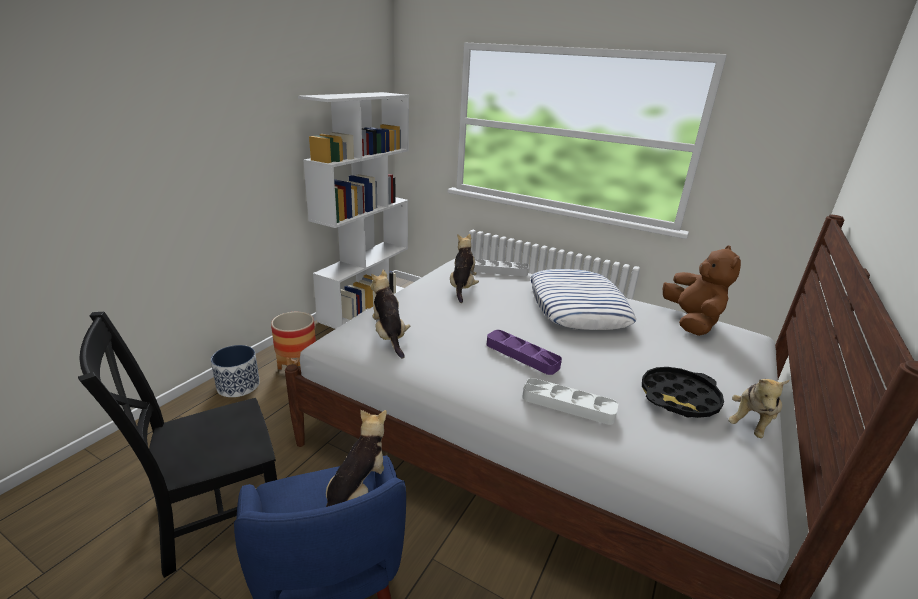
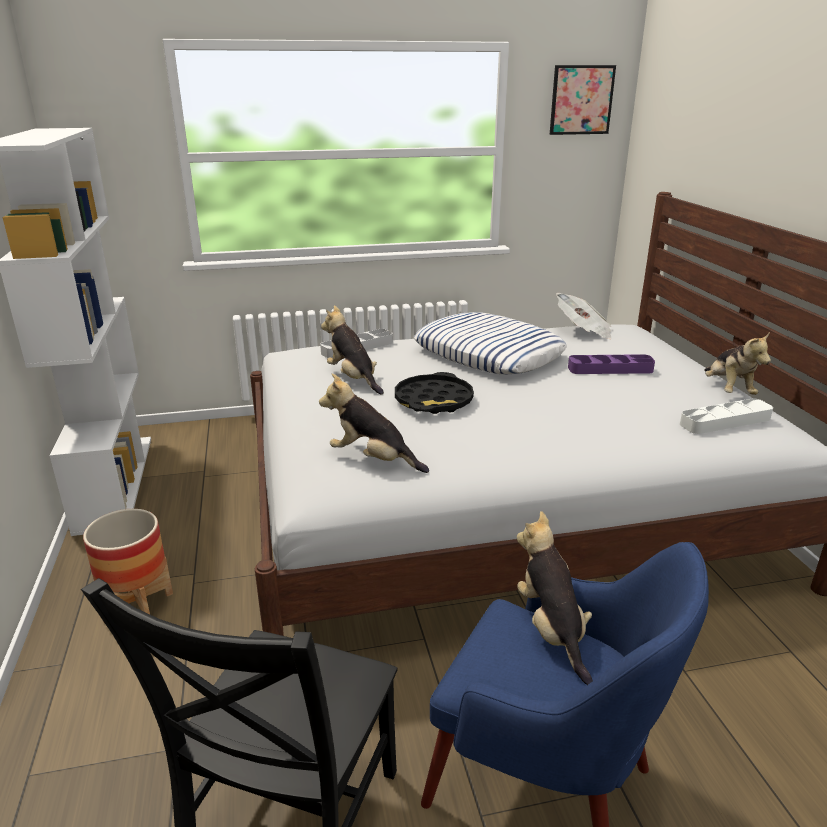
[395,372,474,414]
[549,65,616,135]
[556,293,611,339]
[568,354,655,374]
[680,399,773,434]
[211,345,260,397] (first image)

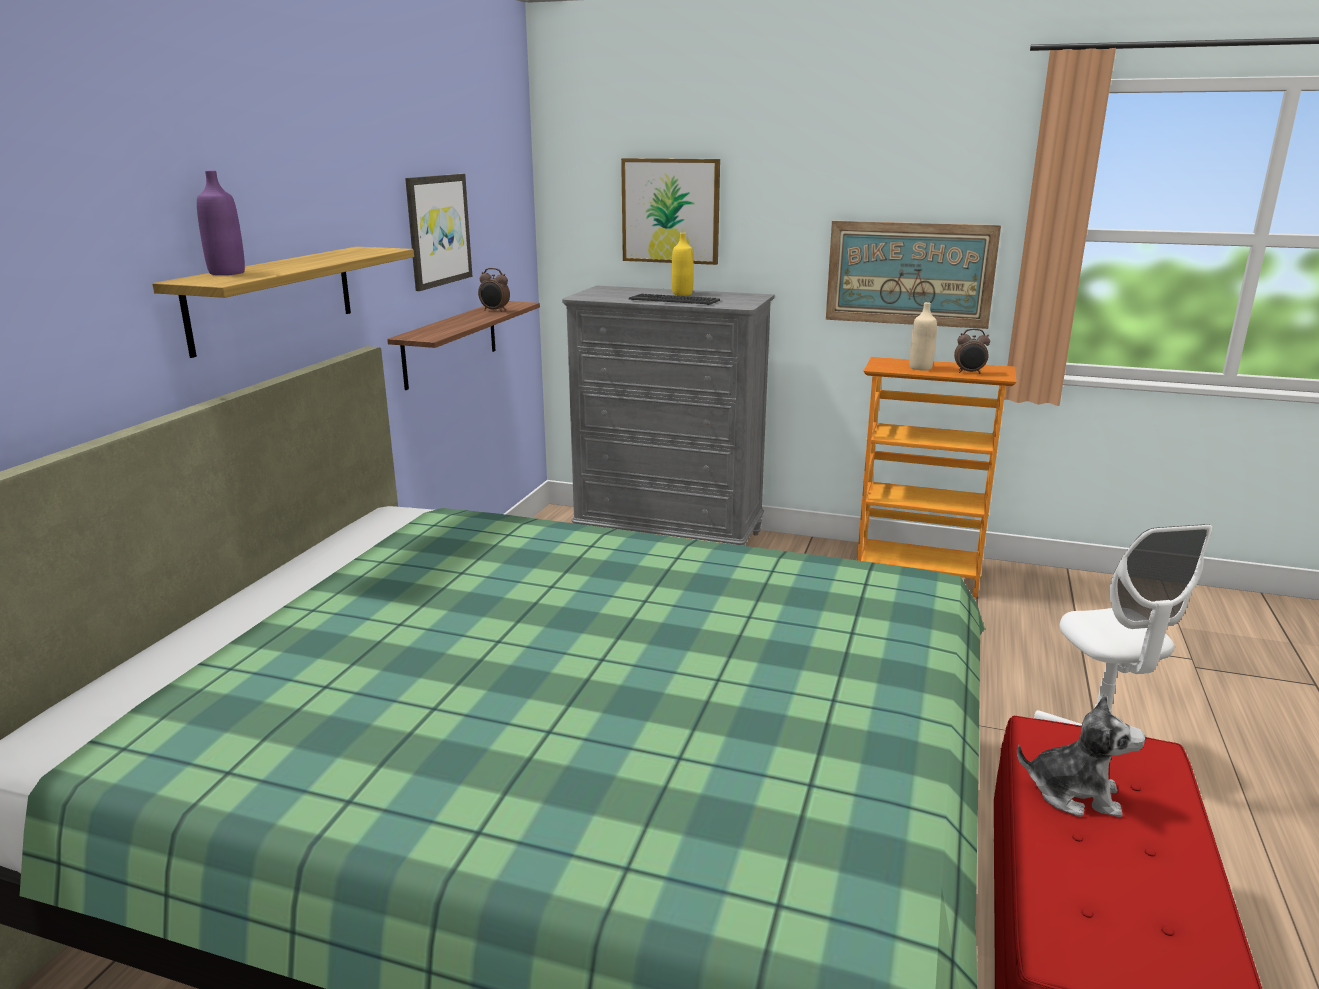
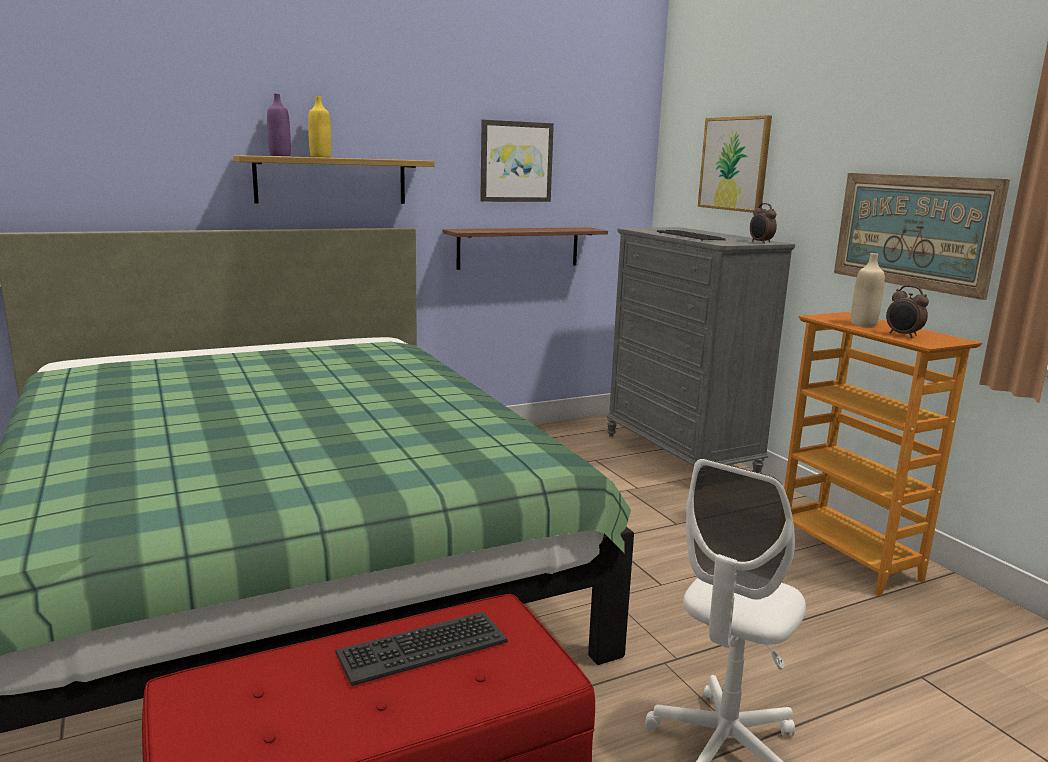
[308,96,331,157]
[335,612,508,686]
[750,203,777,244]

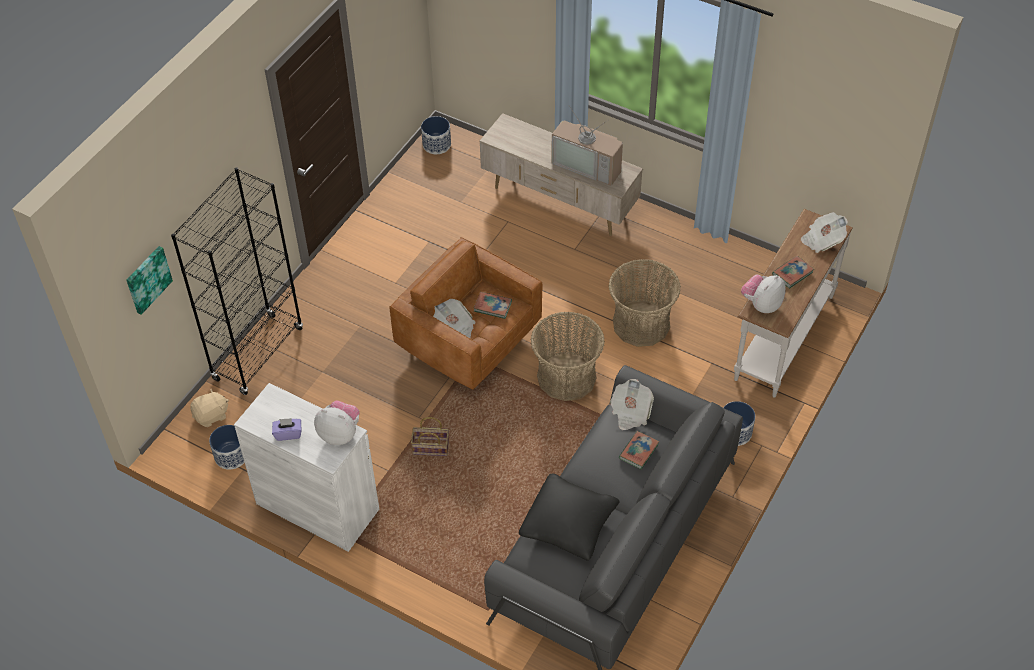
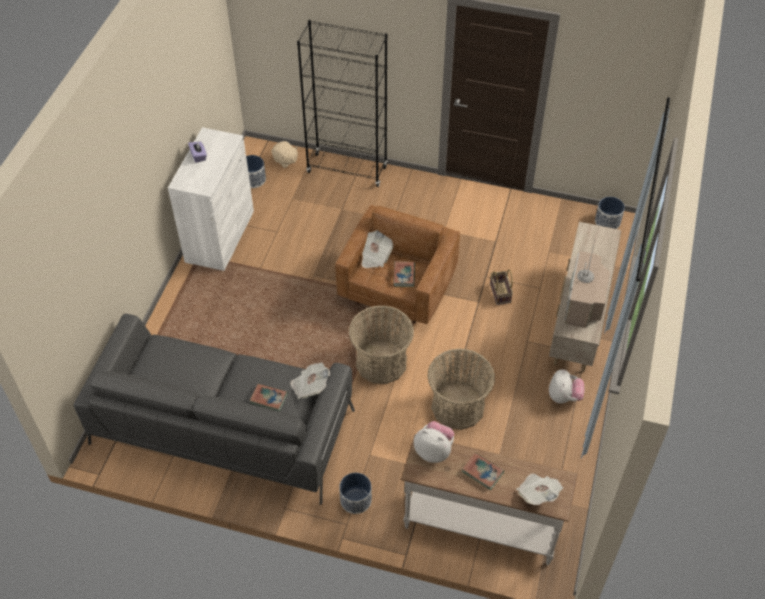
[490,269,513,305]
[549,369,584,403]
[126,246,173,315] (first image)
[519,474,620,561] (first image)

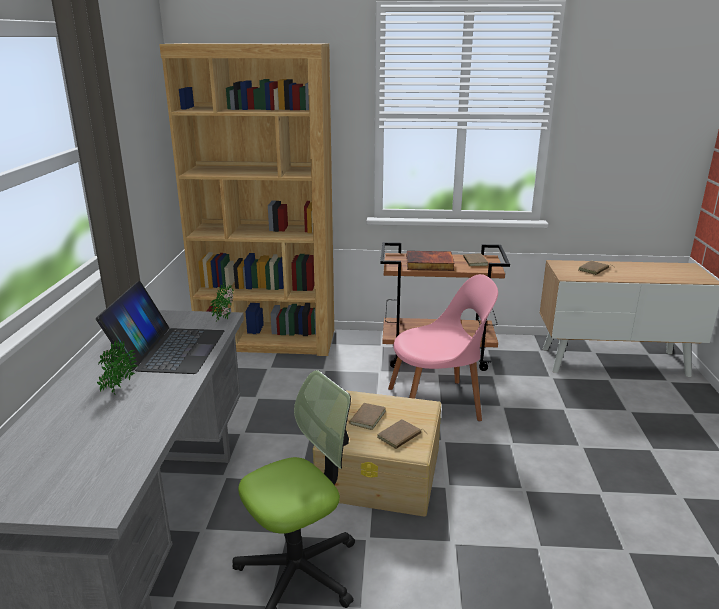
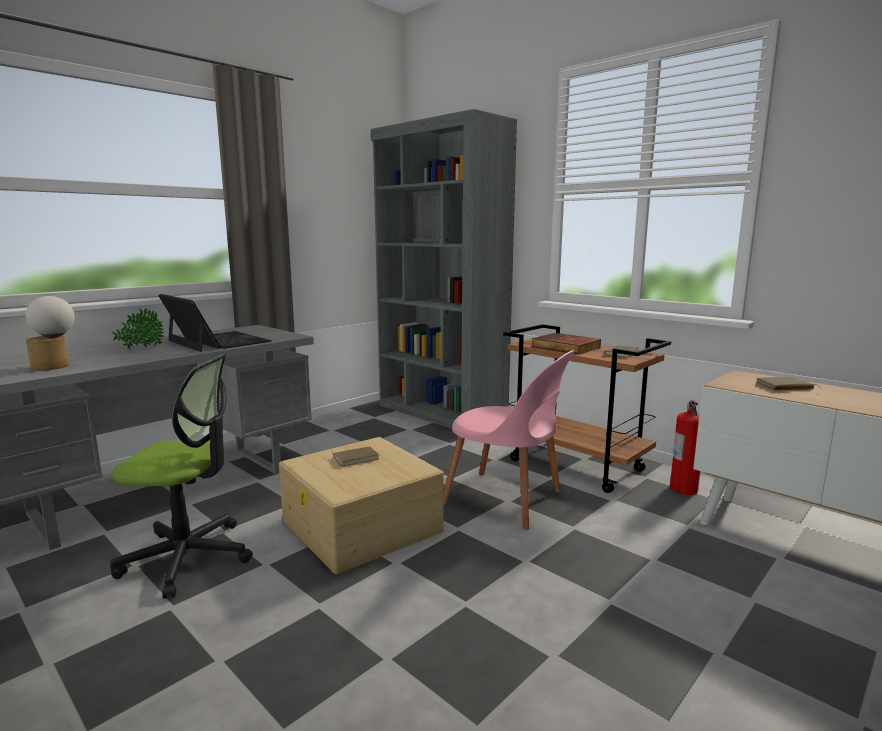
[26,296,75,371]
[158,294,271,352]
[371,109,517,429]
[670,400,700,495]
[210,283,234,322] (first image)
[377,419,427,449] (first image)

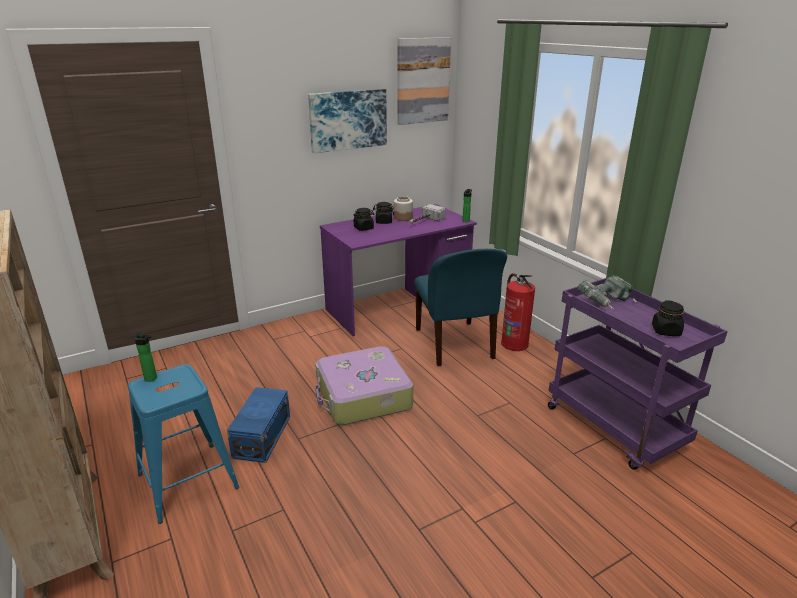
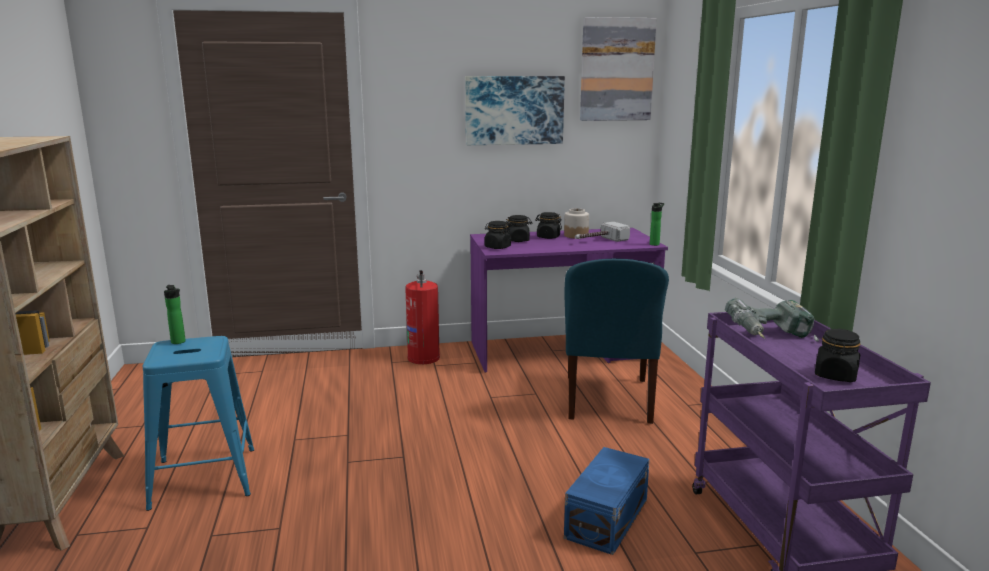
[405,270,440,364]
[485,221,511,249]
[564,447,650,555]
[315,346,413,425] (first image)

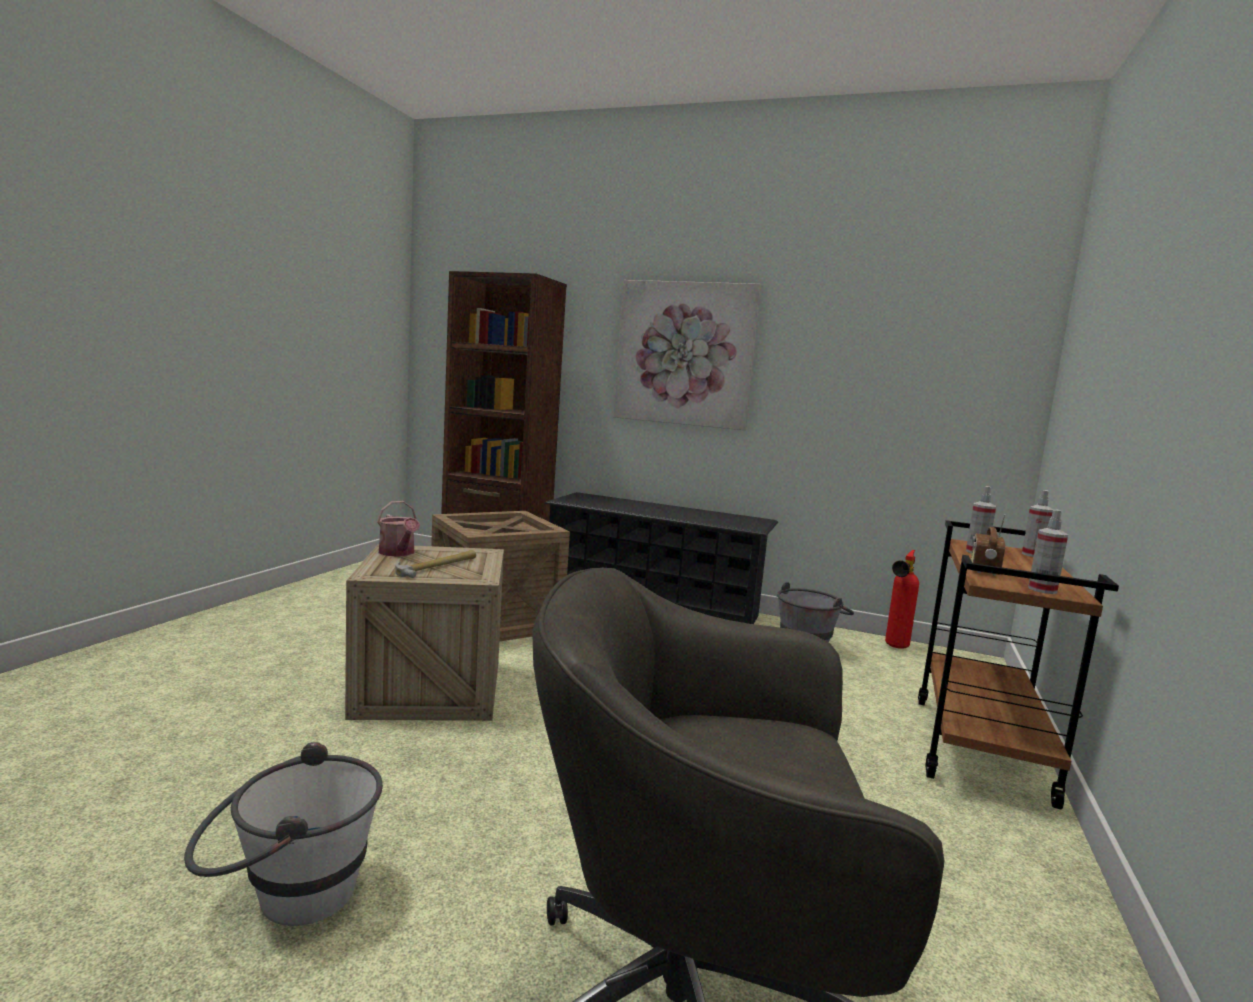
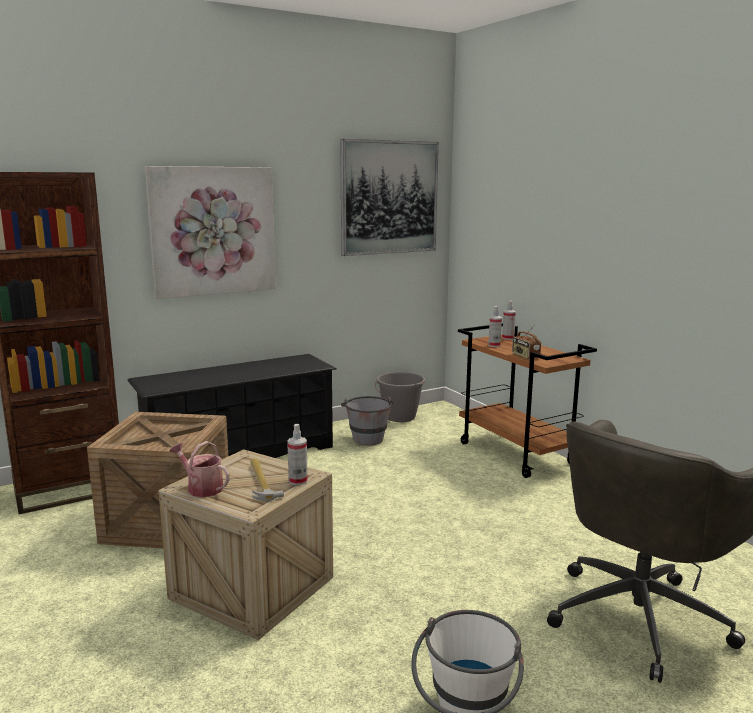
[170,441,230,497]
[287,424,308,485]
[340,139,439,256]
[375,372,425,422]

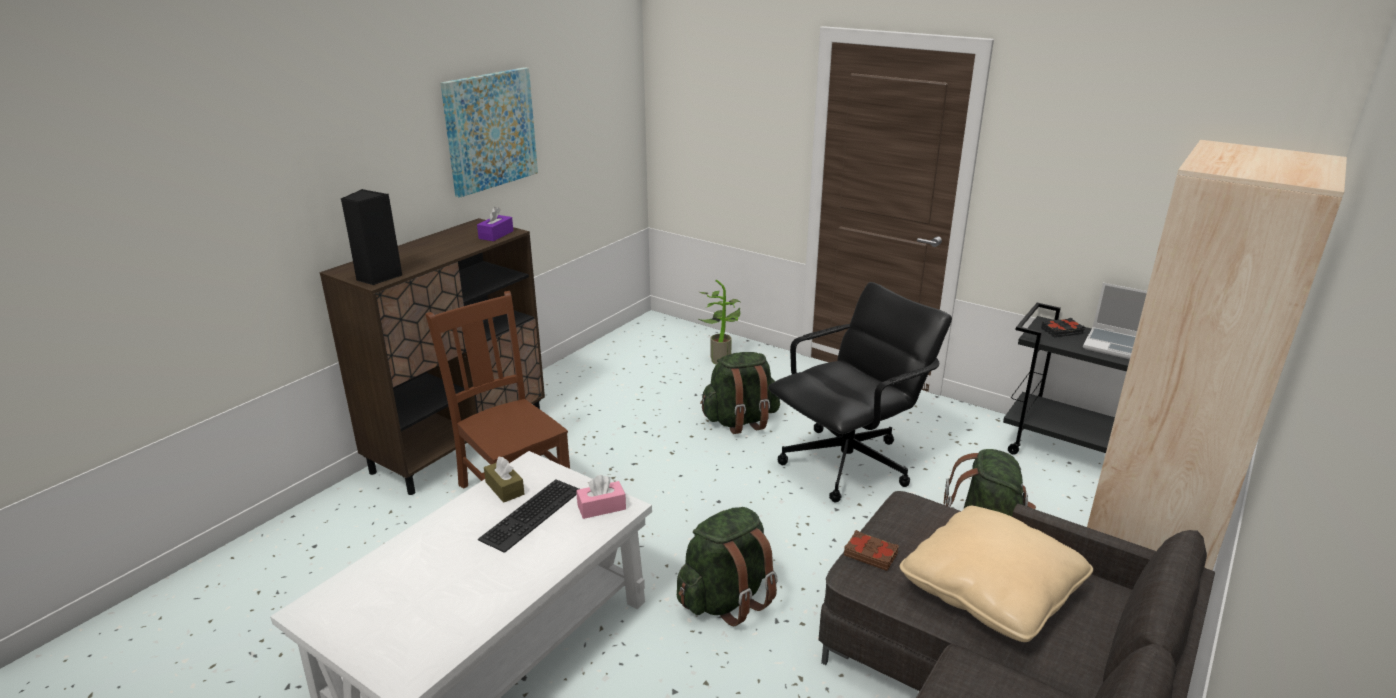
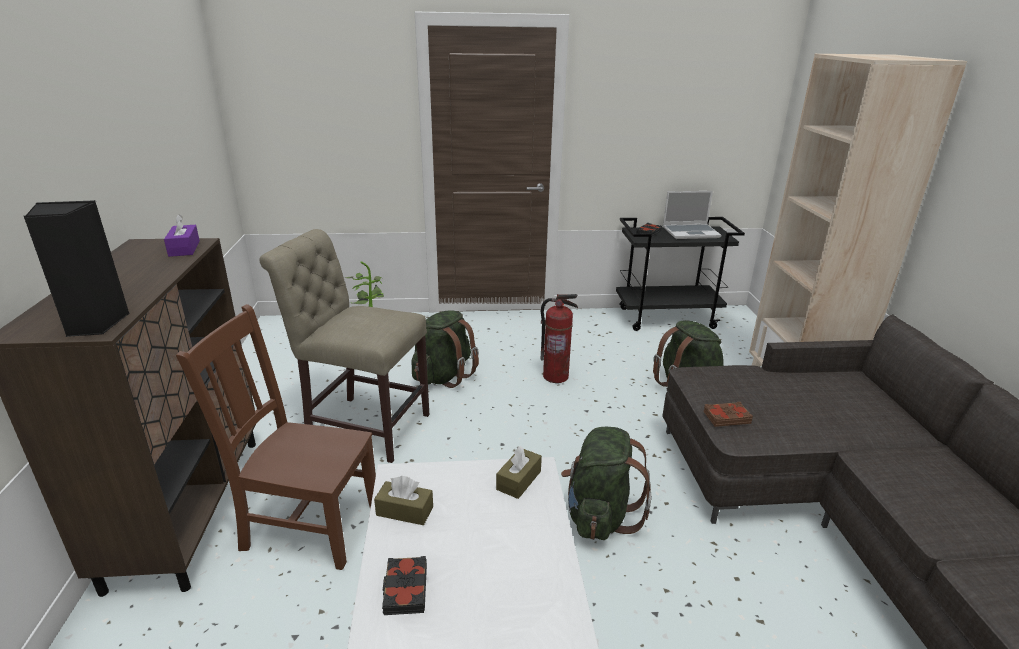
[259,229,429,463]
[382,556,427,615]
[496,446,542,499]
[541,294,578,383]
[441,67,538,198] (first image)
[478,479,579,553] (first image)
[900,506,1093,642] (first image)

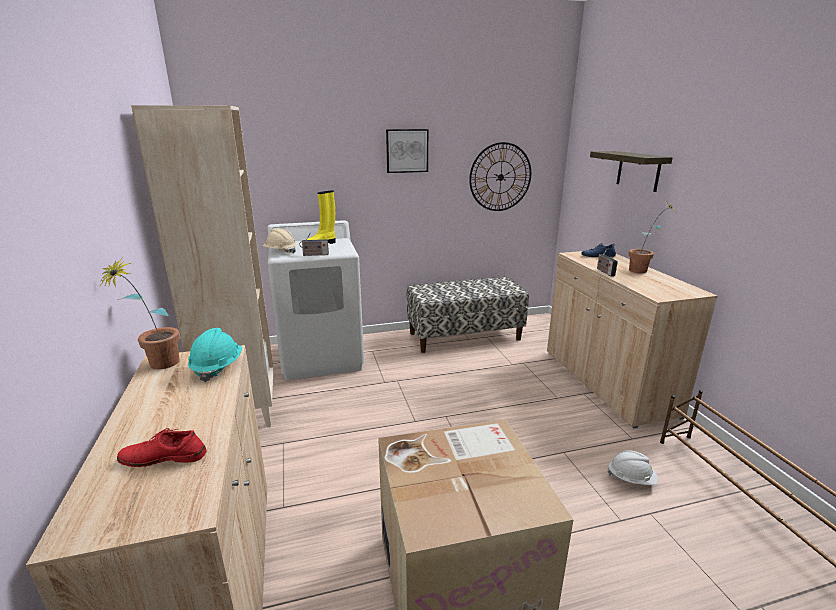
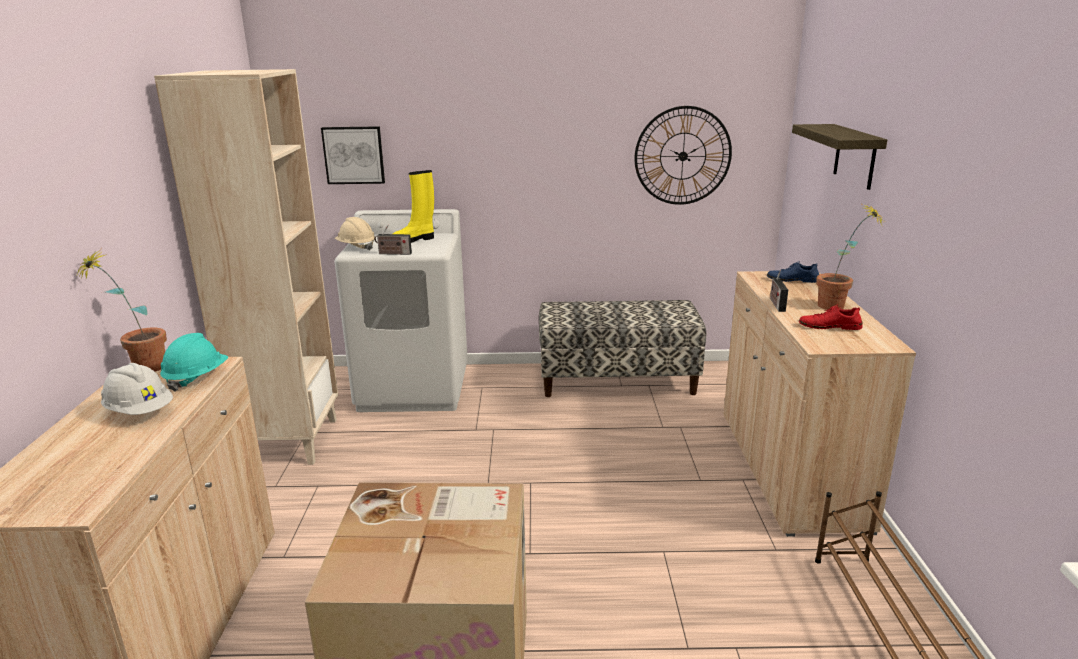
[101,363,173,415]
[321,126,385,184]
[799,304,862,330]

